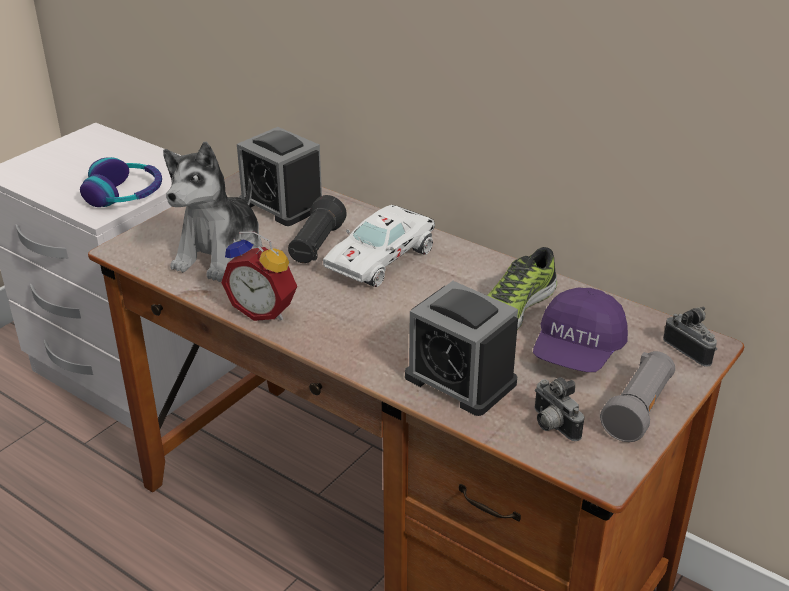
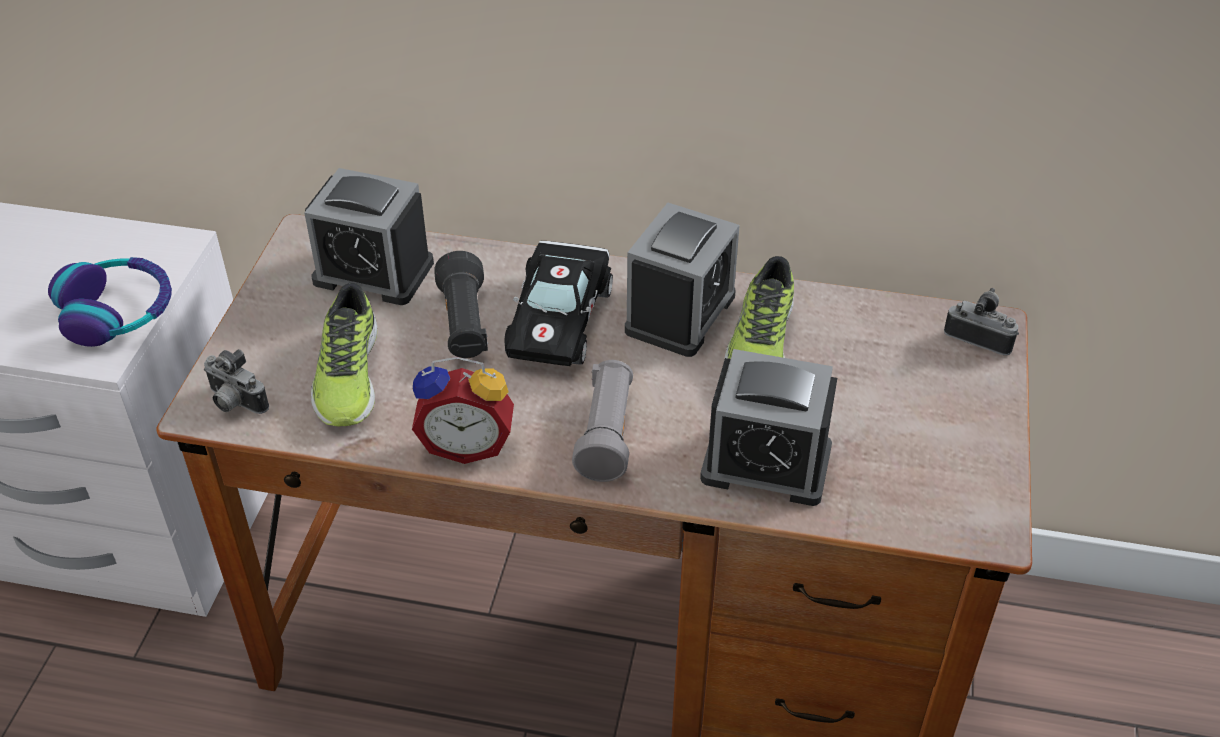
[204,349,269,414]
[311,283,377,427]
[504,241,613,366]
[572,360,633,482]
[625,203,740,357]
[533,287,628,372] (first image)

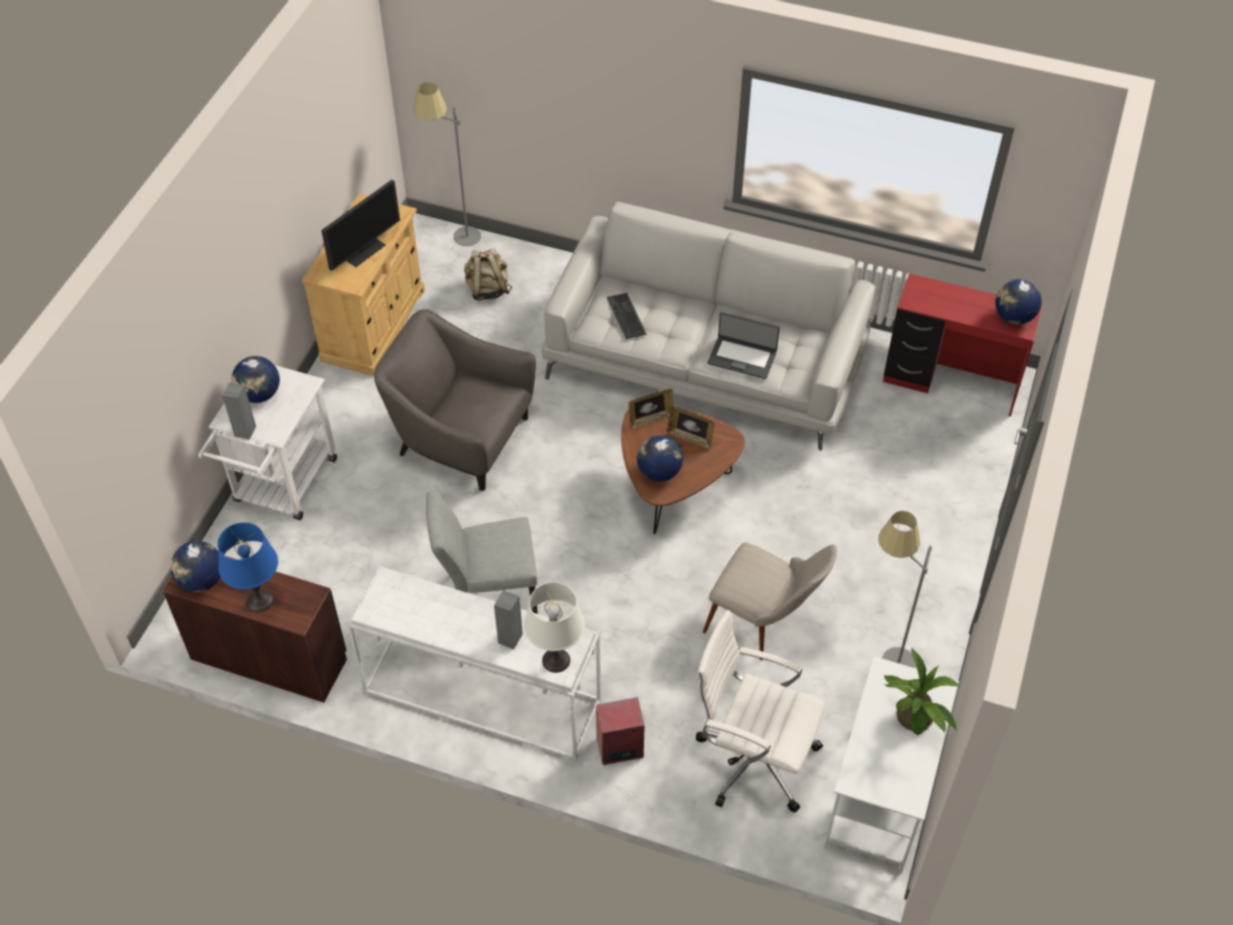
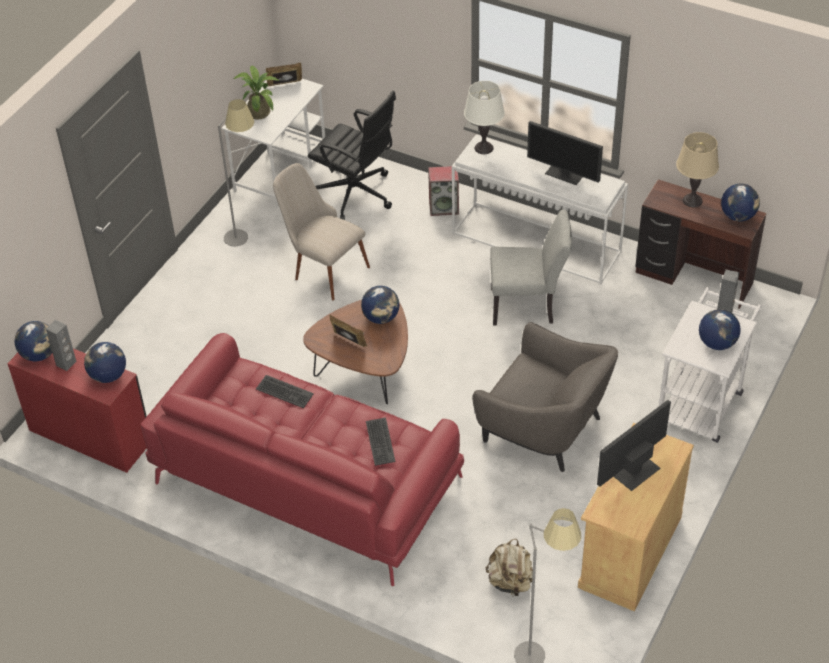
[46,320,77,371]
[84,342,126,383]
[141,333,464,586]
[256,375,314,408]
[266,63,302,86]
[308,91,396,220]
[527,121,603,185]
[676,132,719,207]

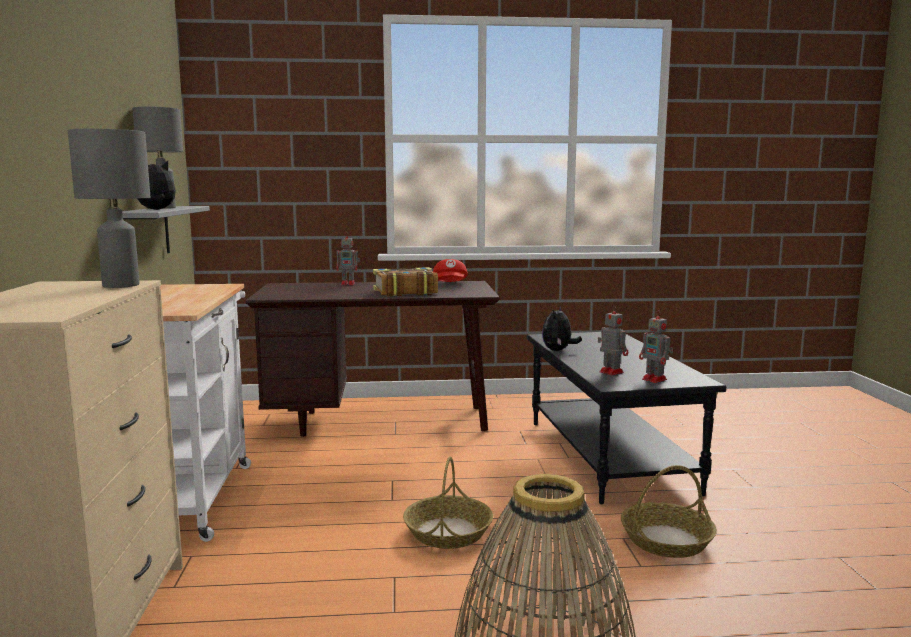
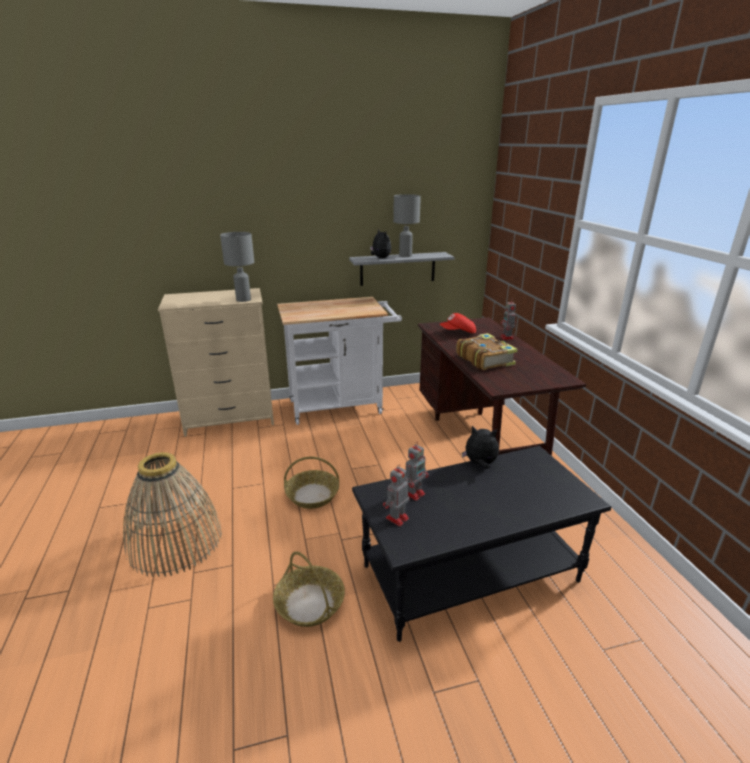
[440,313,476,333]

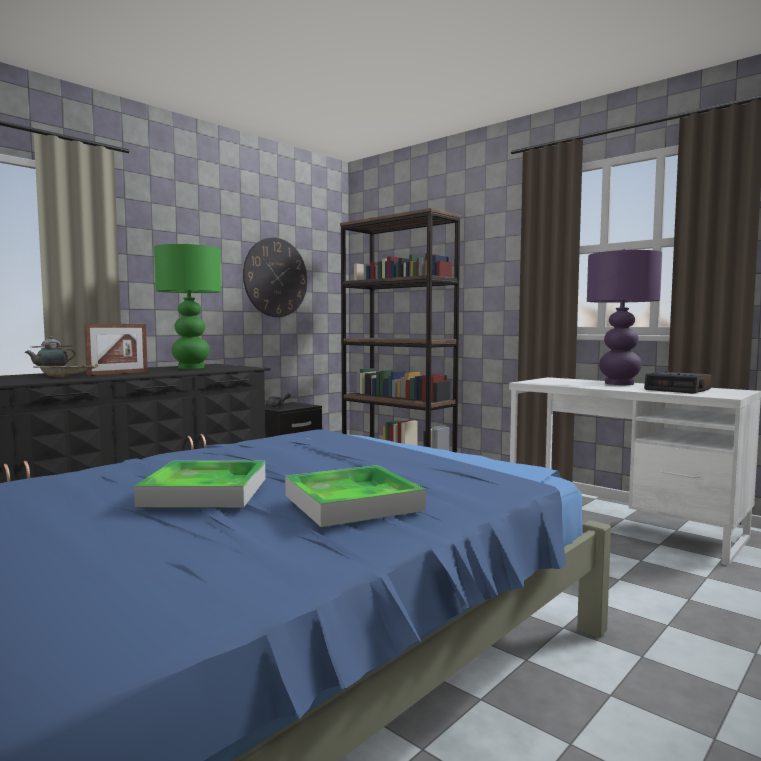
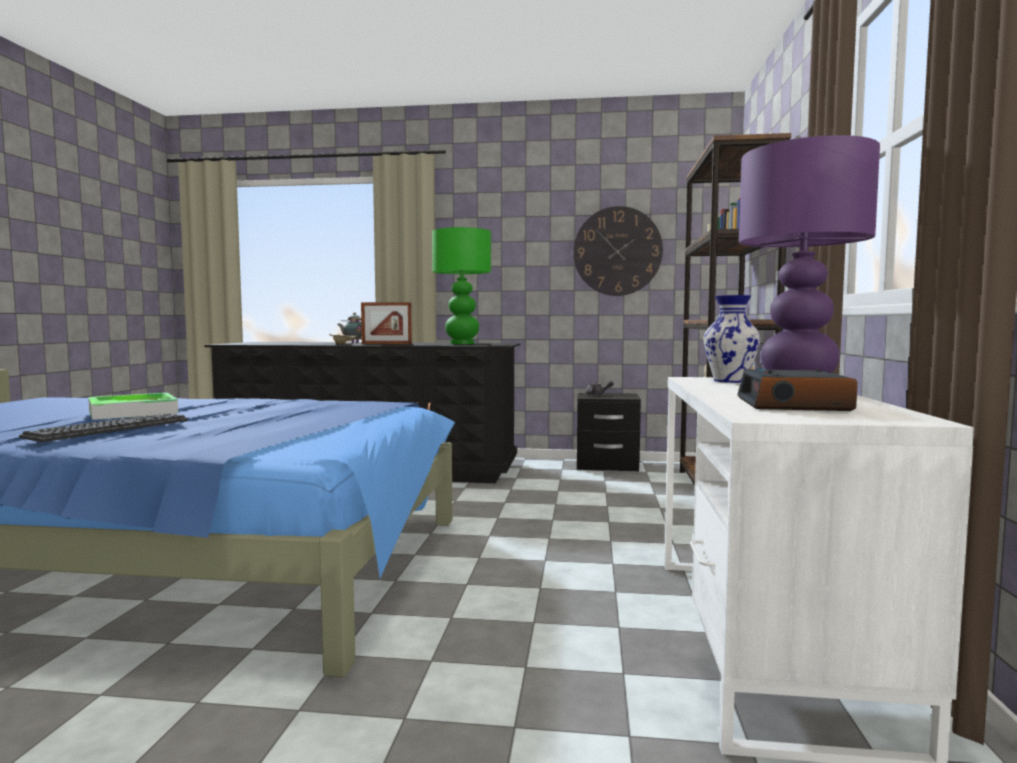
[19,413,188,442]
[703,295,760,383]

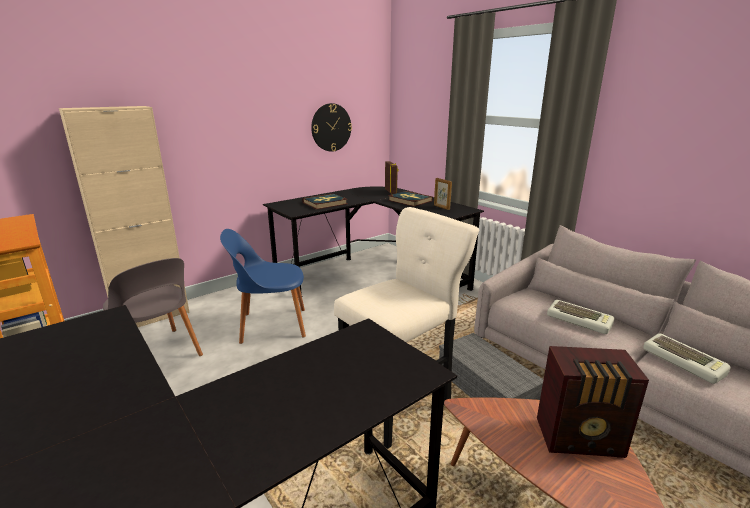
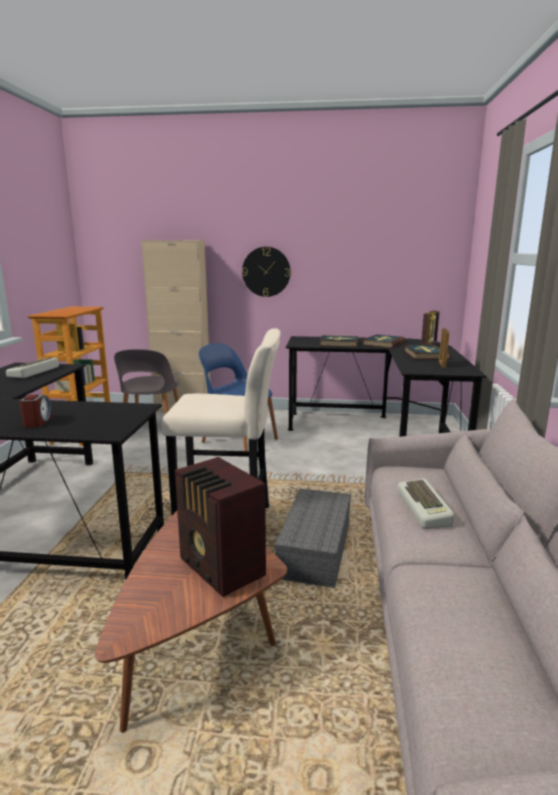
[6,358,59,378]
[19,395,52,427]
[242,247,291,297]
[363,334,405,348]

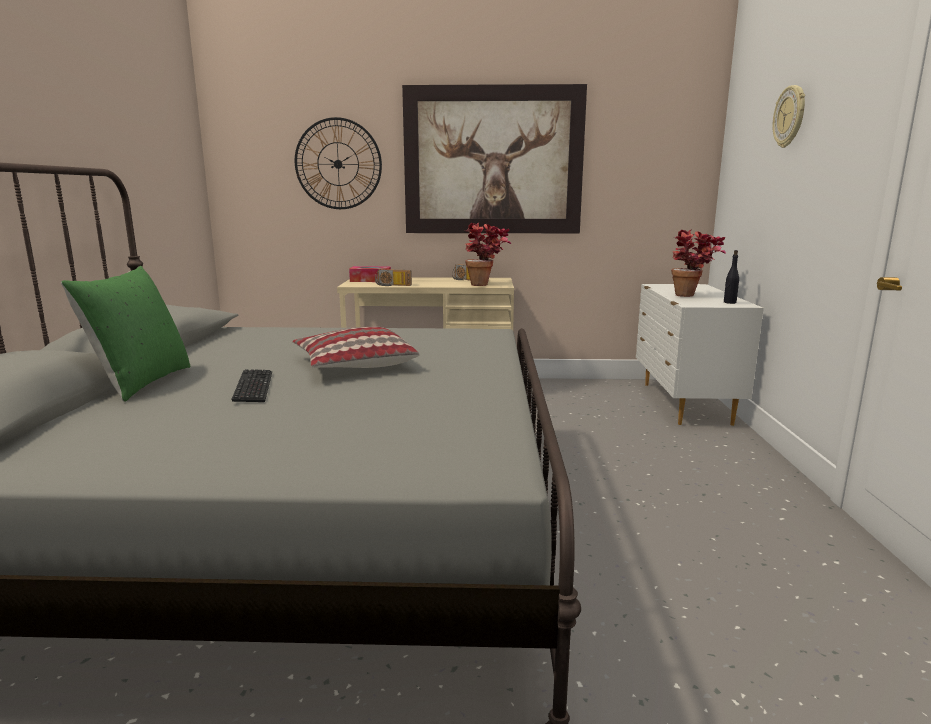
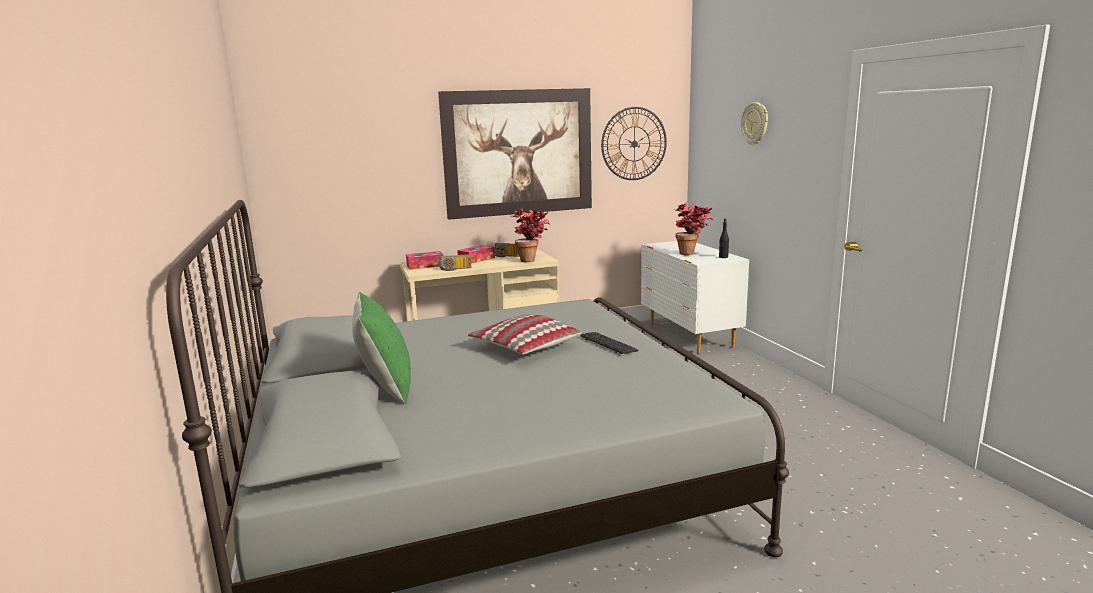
[457,245,495,264]
[581,332,638,354]
[601,107,667,180]

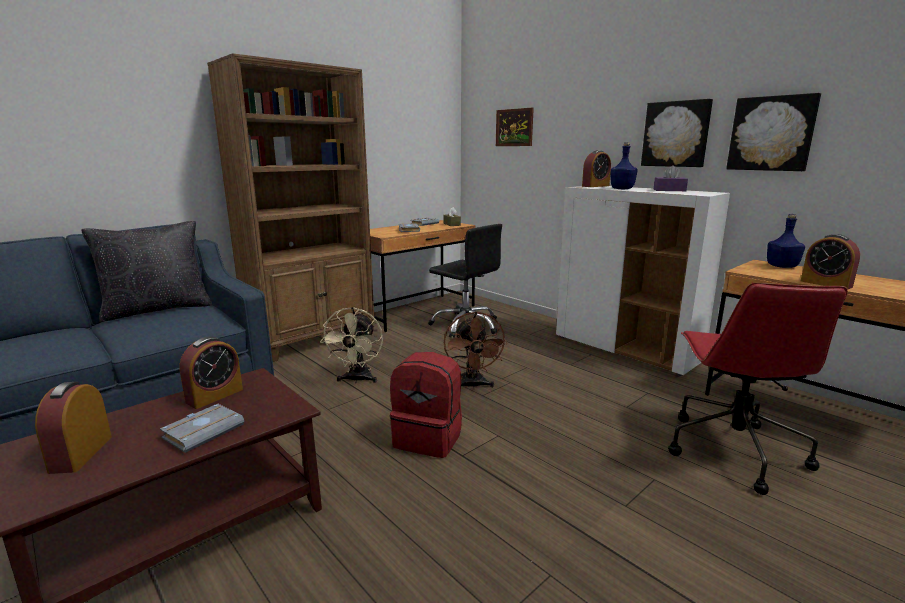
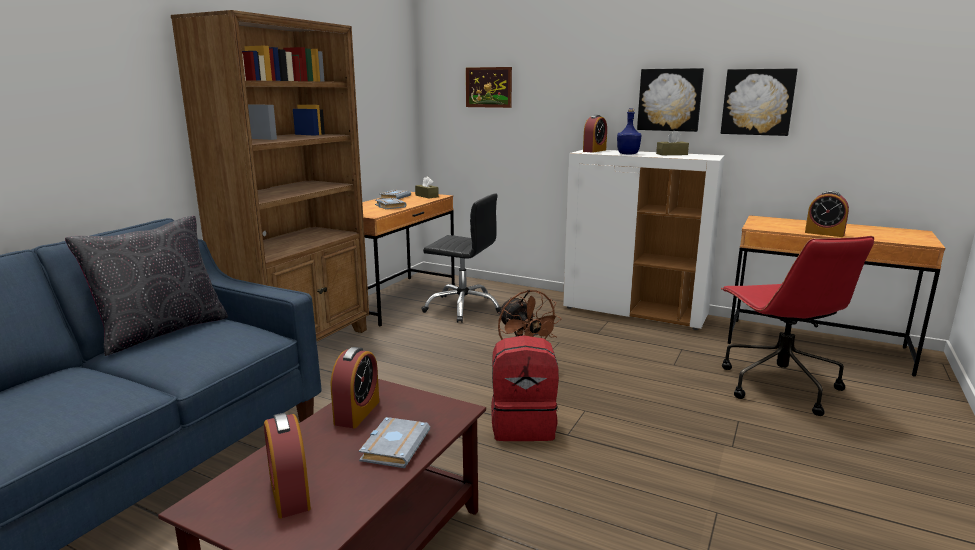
[656,131,689,155]
[320,307,383,383] (first image)
[767,214,805,268] (first image)

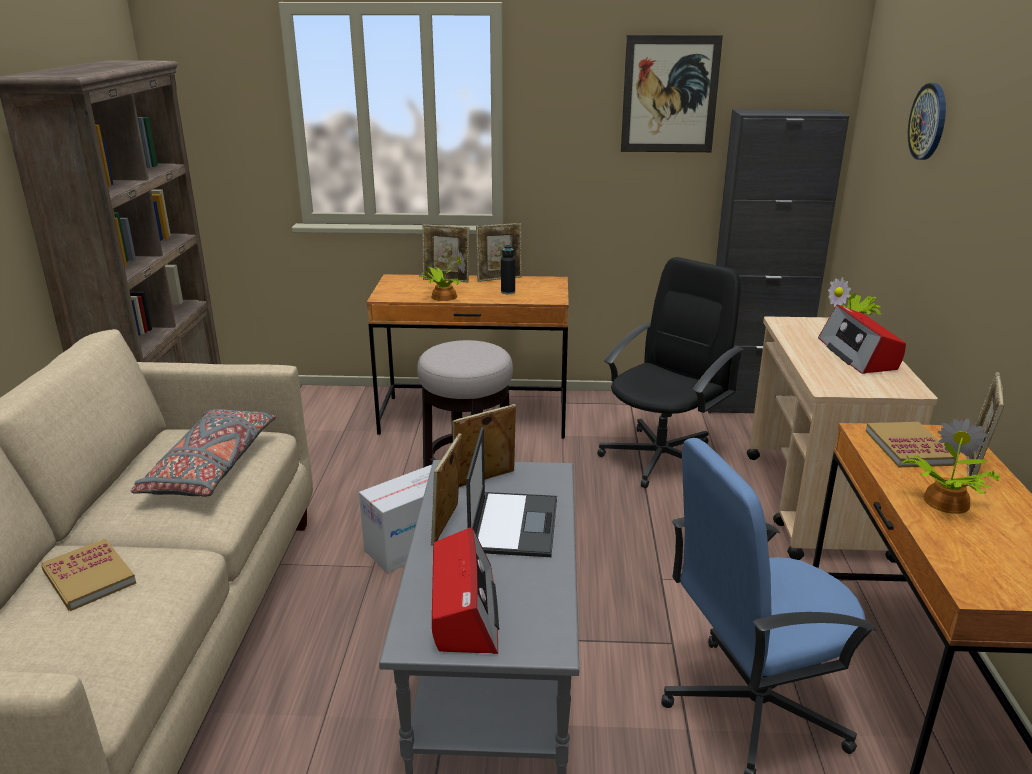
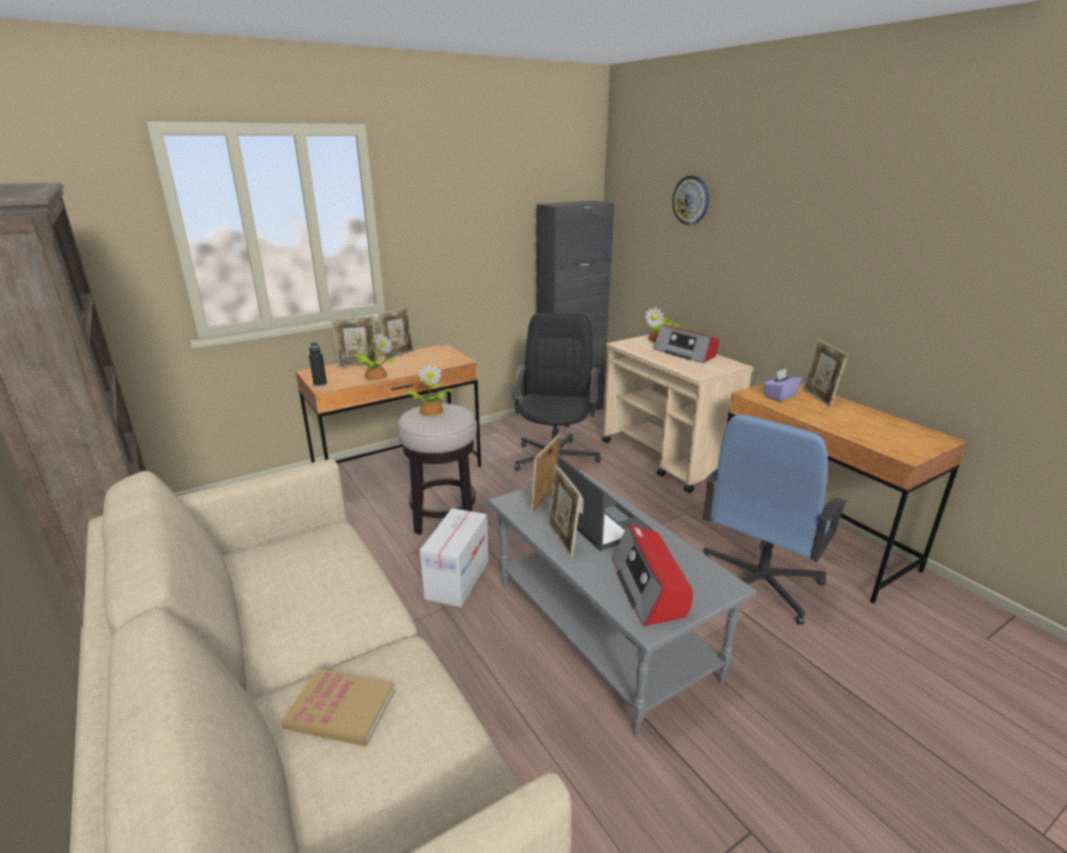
[309,342,327,387]
[404,364,453,416]
[612,525,693,627]
[763,368,802,401]
[131,409,276,497] (first image)
[621,35,723,152] (first image)

